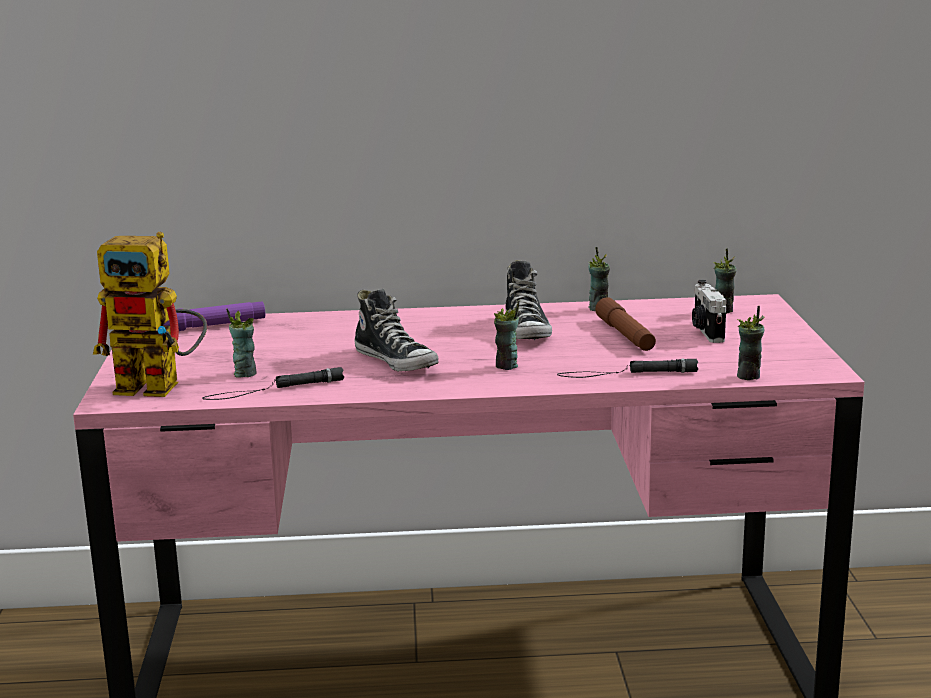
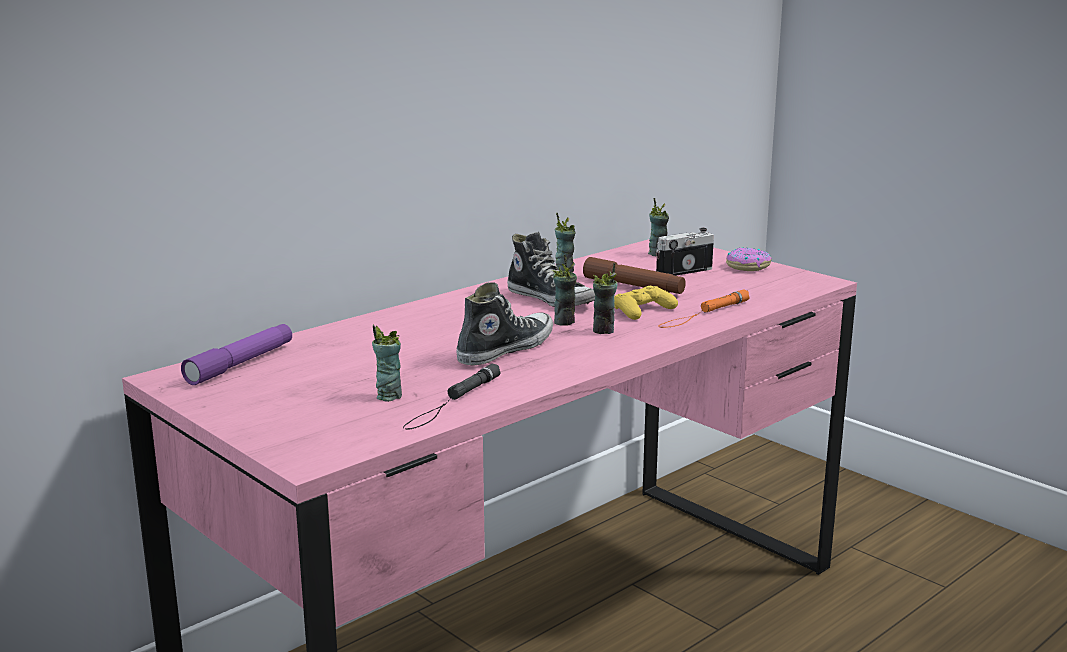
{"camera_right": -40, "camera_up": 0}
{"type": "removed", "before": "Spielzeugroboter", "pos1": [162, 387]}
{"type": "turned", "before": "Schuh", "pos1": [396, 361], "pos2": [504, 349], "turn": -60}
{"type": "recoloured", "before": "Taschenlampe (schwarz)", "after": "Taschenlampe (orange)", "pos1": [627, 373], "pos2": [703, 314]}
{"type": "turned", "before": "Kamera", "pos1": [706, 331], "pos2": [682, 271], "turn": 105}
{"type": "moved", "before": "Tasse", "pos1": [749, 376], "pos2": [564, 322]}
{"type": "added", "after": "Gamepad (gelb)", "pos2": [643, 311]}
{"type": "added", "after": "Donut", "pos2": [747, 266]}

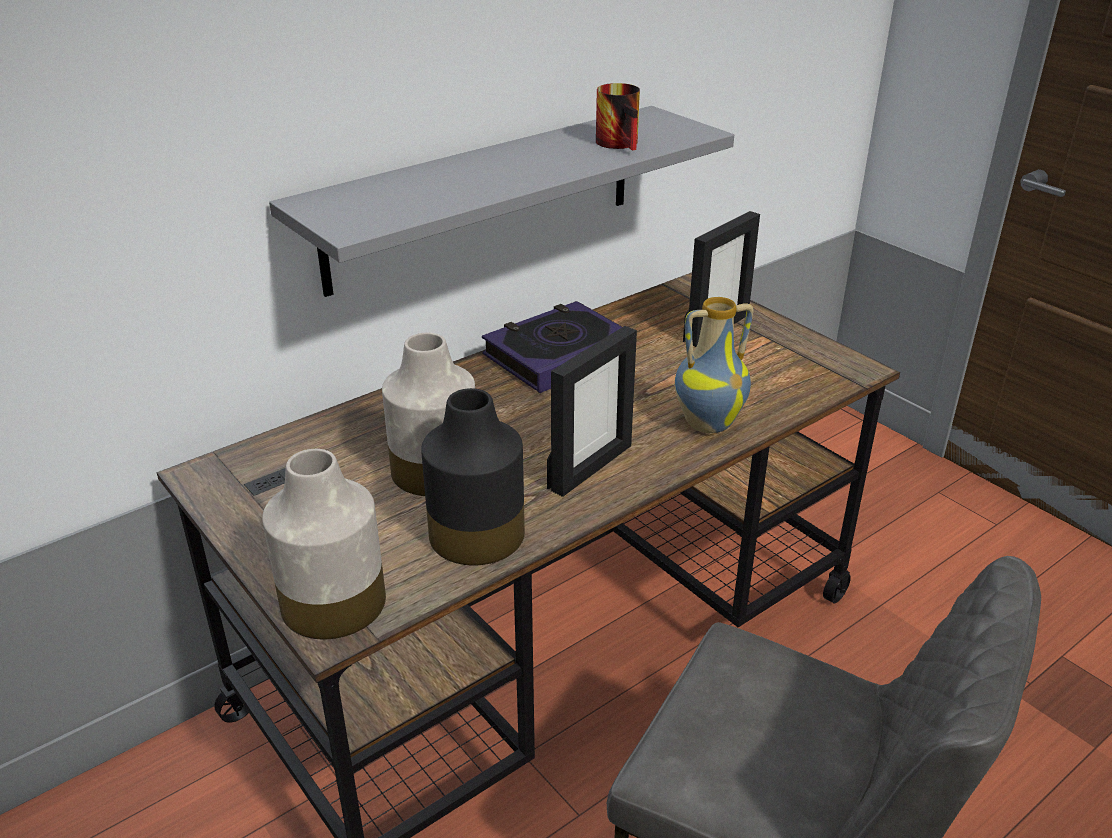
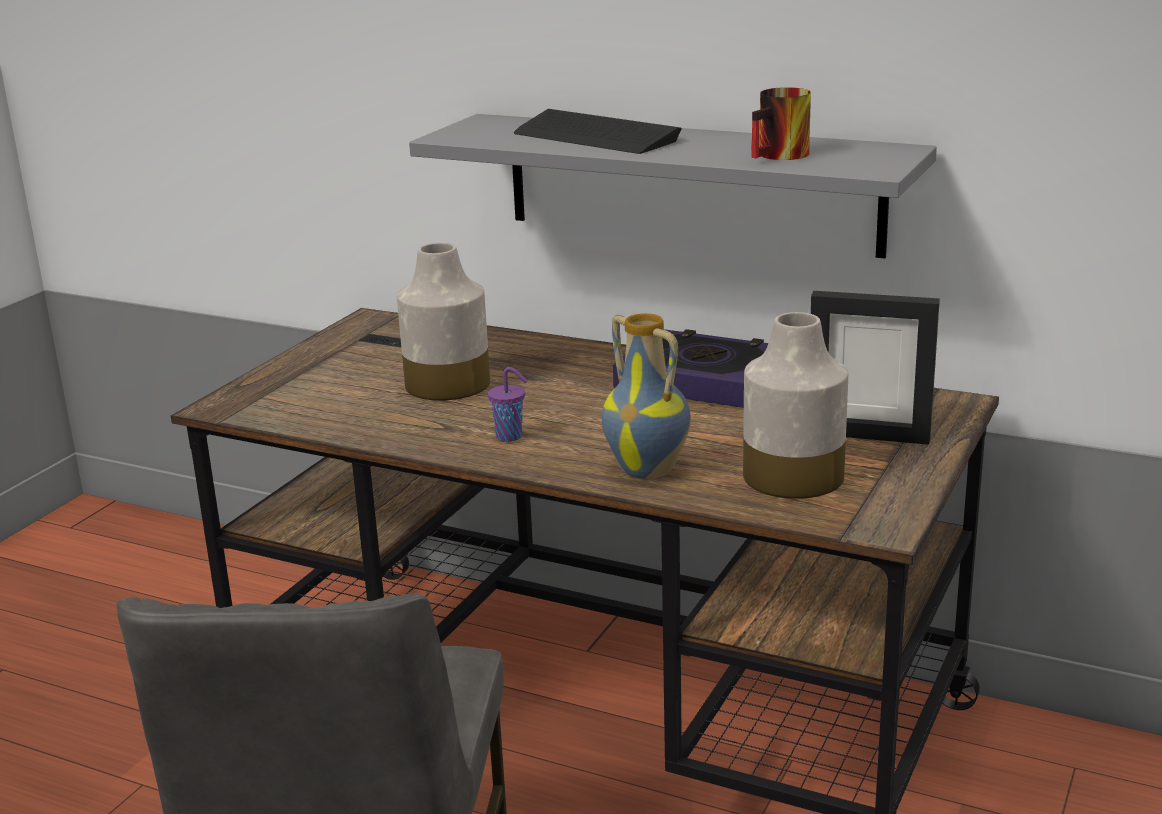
{"camera_right": 65, "camera_up": -10}
{"type": "moved", "before": "Vase (beige)", "pos1": [334, 602], "pos2": [793, 476]}
{"type": "removed", "before": "Vase (schwarz)", "pos1": [477, 534]}
{"type": "replaced", "before": "Bilderrahmen", "after": "Tasse (lila)", "pos1": [590, 466], "pos2": [511, 437]}
{"type": "added", "after": "Tastatur", "pos2": [595, 136]}

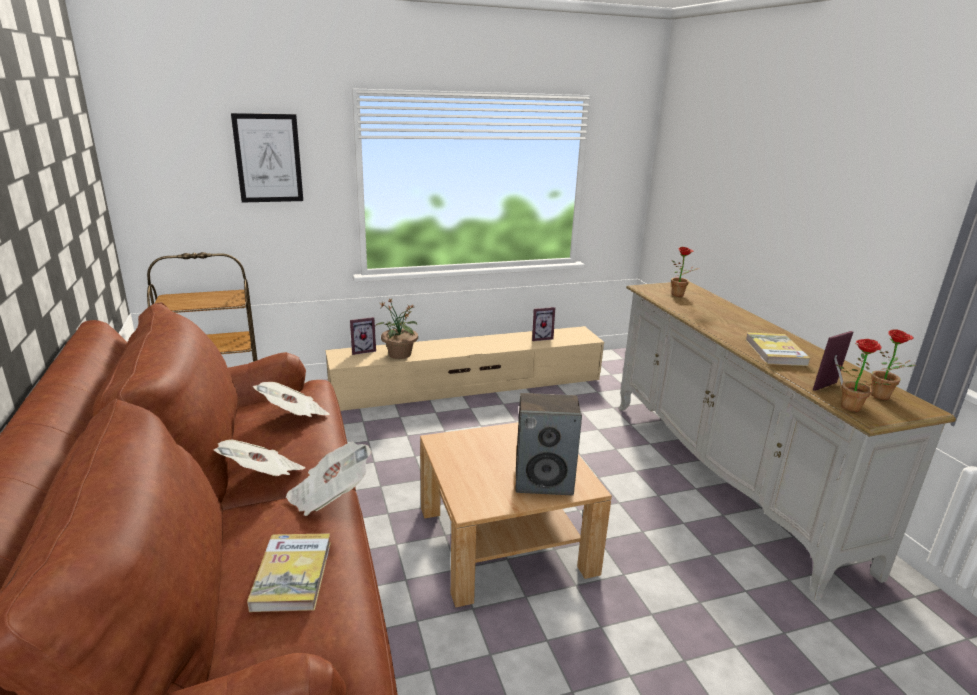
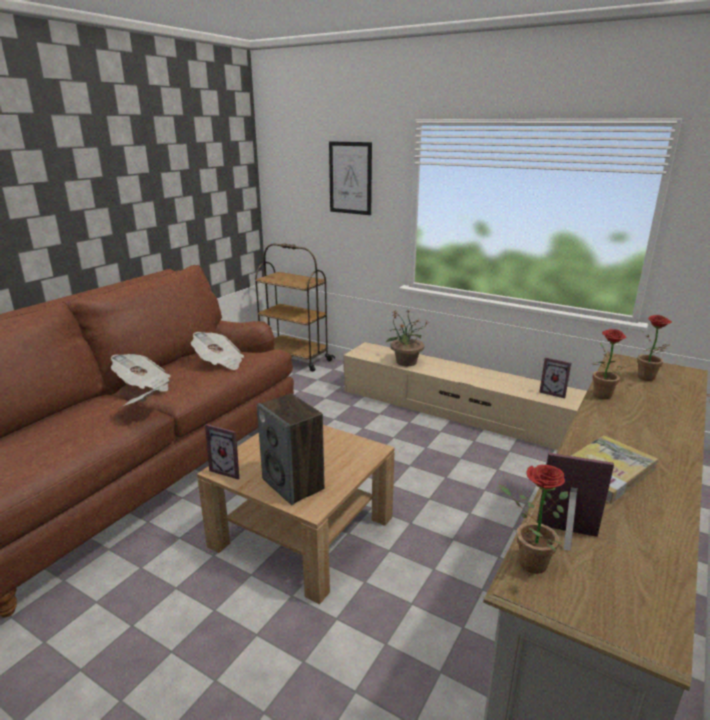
{"camera_right": 50, "camera_up": 0}
{"type": "removed", "before": "Buch", "pos1": [292, 575]}
{"type": "moved", "before": "Bilderrahmen", "pos1": [362, 350], "pos2": [229, 470]}
{"type": "moved", "before": "Topfpflanze", "pos1": [883, 397], "pos2": [602, 397]}

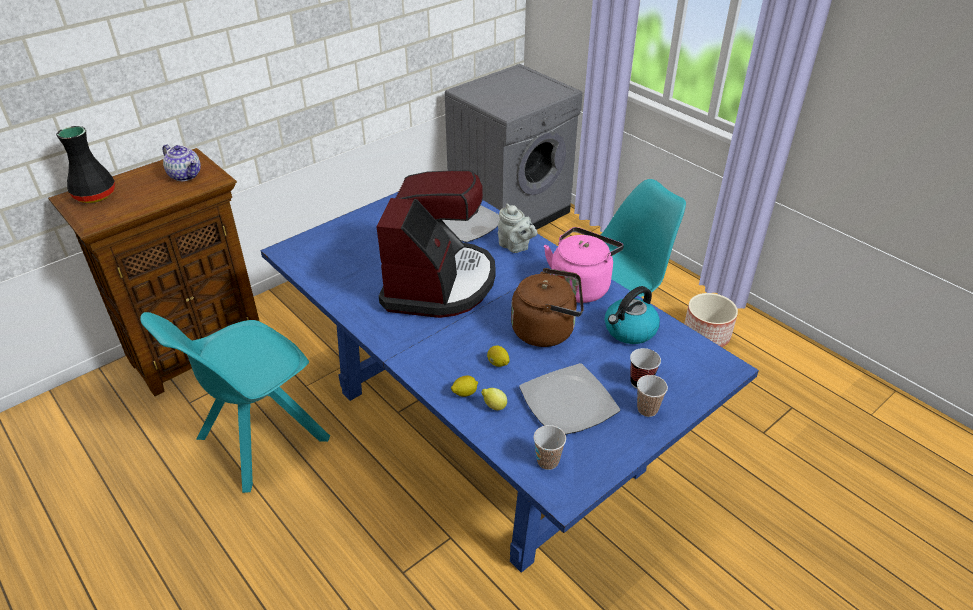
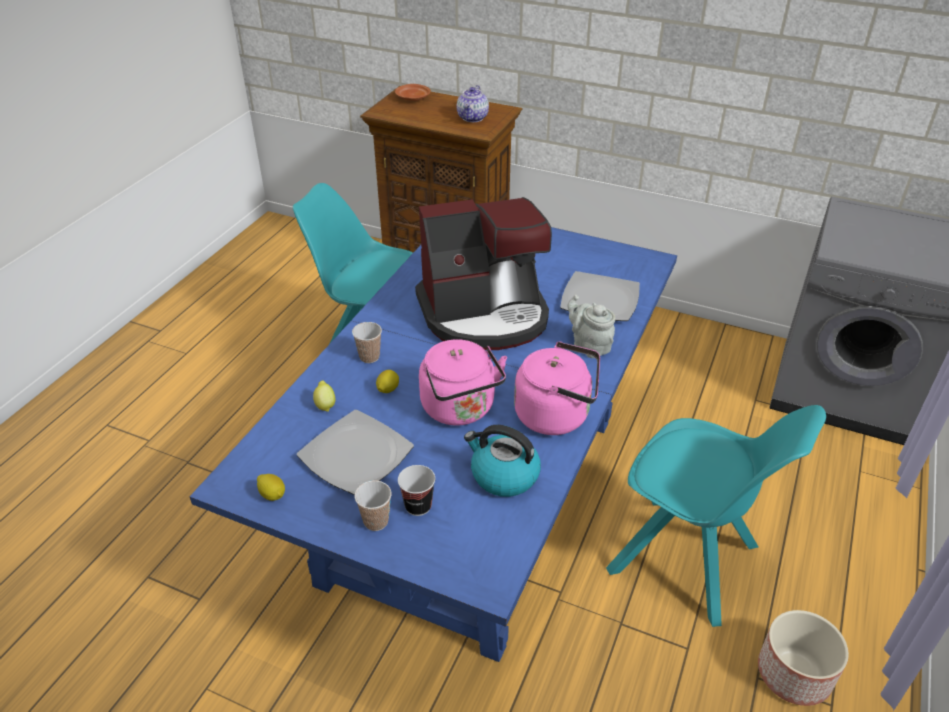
{"camera_right": 65, "camera_up": 0}
{"type": "replaced", "before": "Vase (schwarz)", "after": "Teller (braun)", "pos1": [96, 196], "pos2": [413, 98]}
{"type": "moved", "before": "Zitrone", "pos1": [464, 393], "pos2": [272, 494]}
{"type": "turned", "before": "Teekanne (grau)", "pos1": [515, 247], "pos2": [589, 346], "turn": 120}
{"type": "recoloured", "before": "Wasserkessel (braun)", "after": "Wasserkessel (rosa)", "pos1": [547, 330], "pos2": [460, 409]}
{"type": "moved", "before": "Tasse", "pos1": [547, 461], "pos2": [369, 357]}

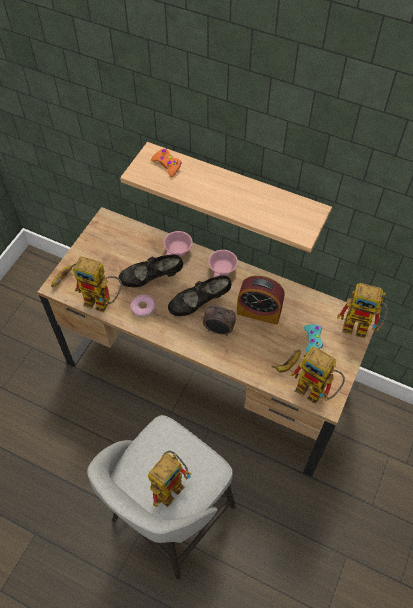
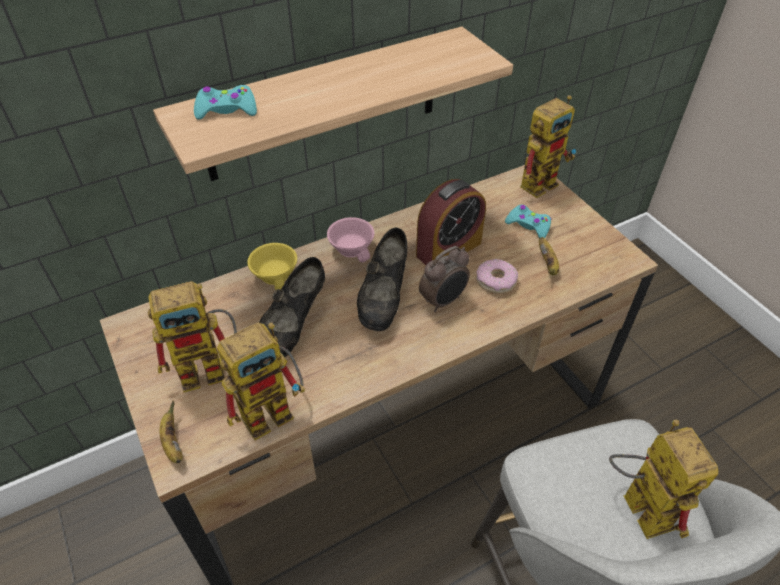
{"camera_right": -55, "camera_up": -10}
{"type": "moved", "before": "Donut", "pos1": [143, 308], "pos2": [496, 281]}
{"type": "recoloured", "before": "Gamepad (orange)", "after": "Gamepad (türkis)", "pos1": [167, 165], "pos2": [226, 110]}
{"type": "recoloured", "before": "Tasse (rosa)", "after": "Tasse (gelb)", "pos1": [178, 251], "pos2": [277, 275]}
{"type": "moved", "before": "Spielzeugroboter", "pos1": [316, 392], "pos2": [212, 368]}

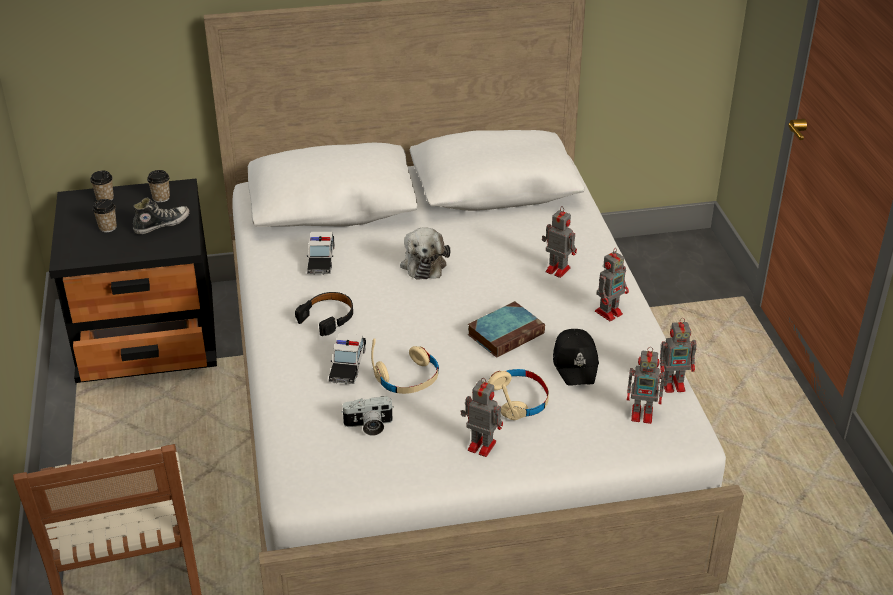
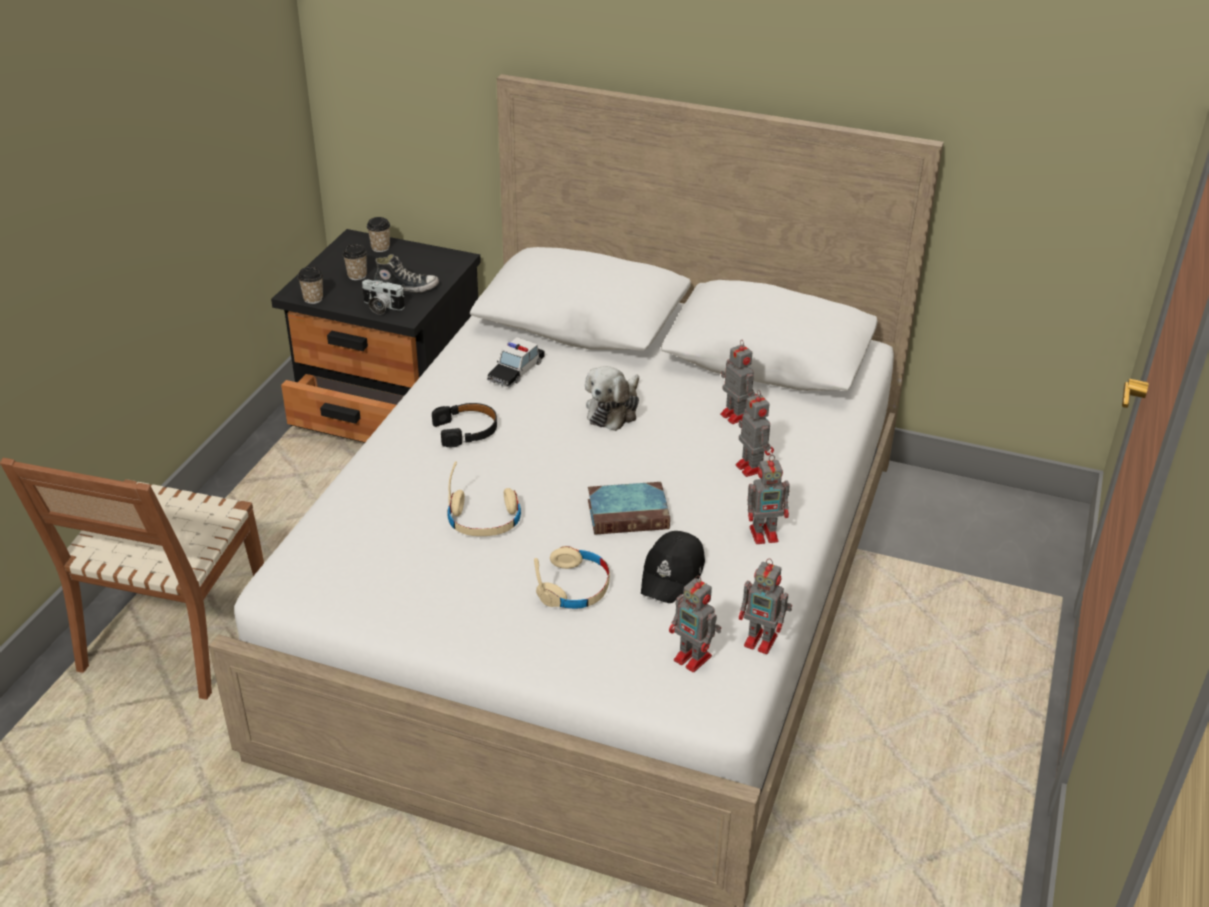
{"camera_right": 30, "camera_up": 0}
{"type": "moved", "before": "Tasse", "pos1": [161, 198], "pos2": [313, 299]}
{"type": "removed", "before": "Spielzeugauto", "pos1": [348, 365]}
{"type": "moved", "before": "Kamera", "pos1": [368, 426], "pos2": [381, 307]}
{"type": "moved", "before": "Spielzeugroboter", "pos1": [480, 445], "pos2": [734, 414]}

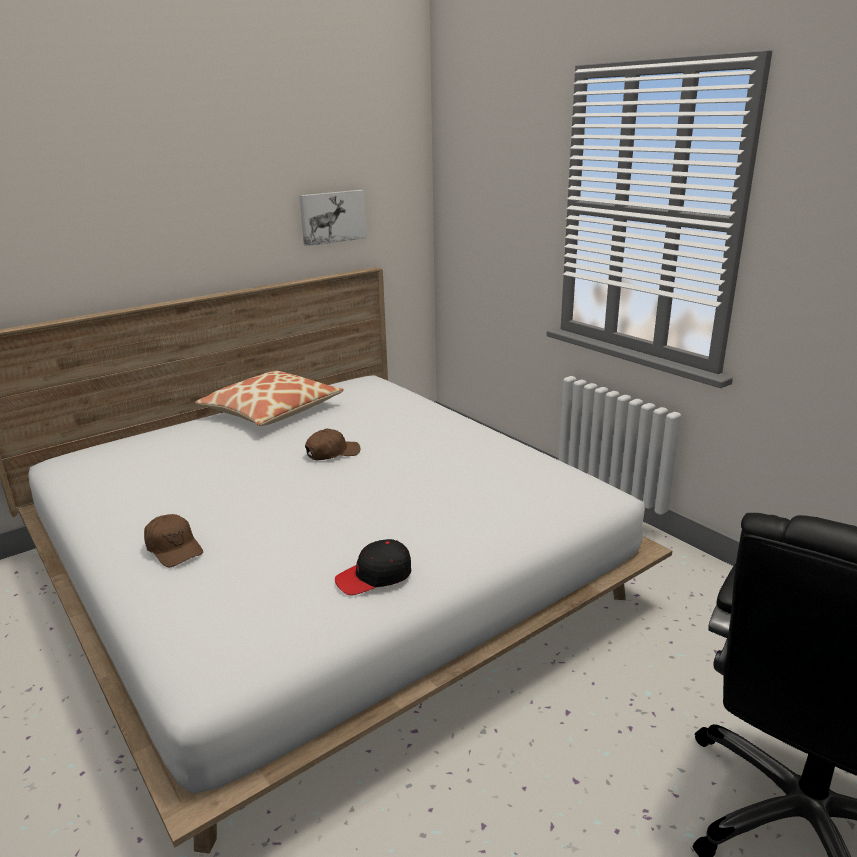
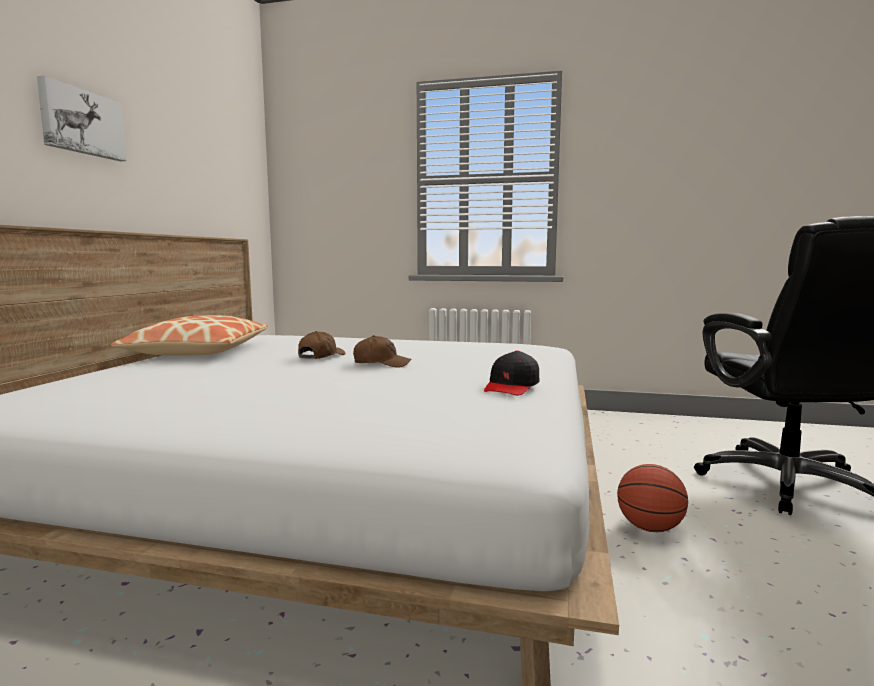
{"camera_right": -40, "camera_up": -15}
{"type": "moved", "before": "Kappe (braun)", "pos1": [174, 548], "pos2": [381, 363]}
{"type": "moved", "before": "Bild", "pos1": [332, 217], "pos2": [82, 122]}
{"type": "added", "after": "Basketball", "pos2": [650, 528]}

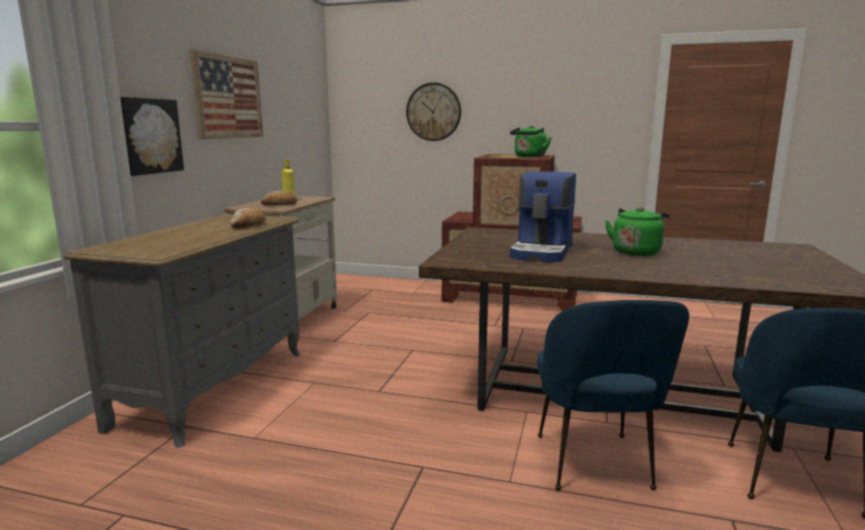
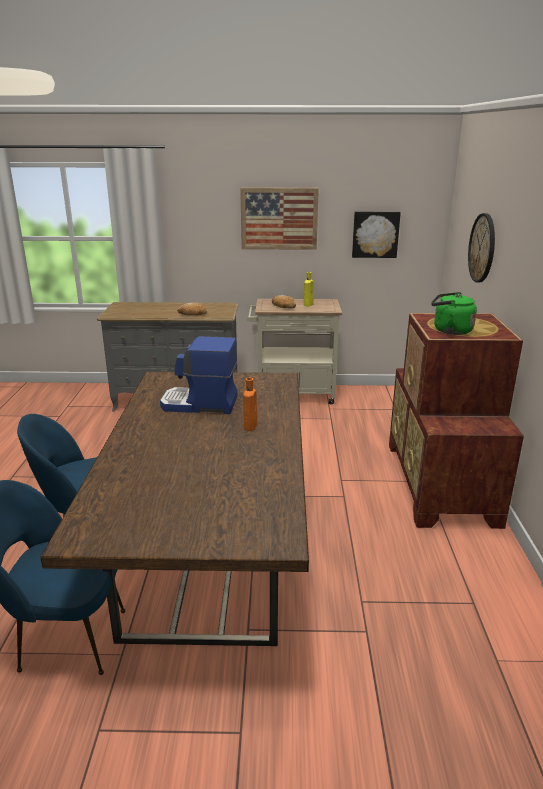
{"camera_right": 75, "camera_up": 10}
{"type": "moved", "before": "Bild", "pos1": [149, 136], "pos2": [375, 234]}
{"type": "removed", "before": "Wasserkessel (grün)", "pos1": [636, 252]}
{"type": "added", "after": "Flasche (orange)", "pos2": [250, 426]}

